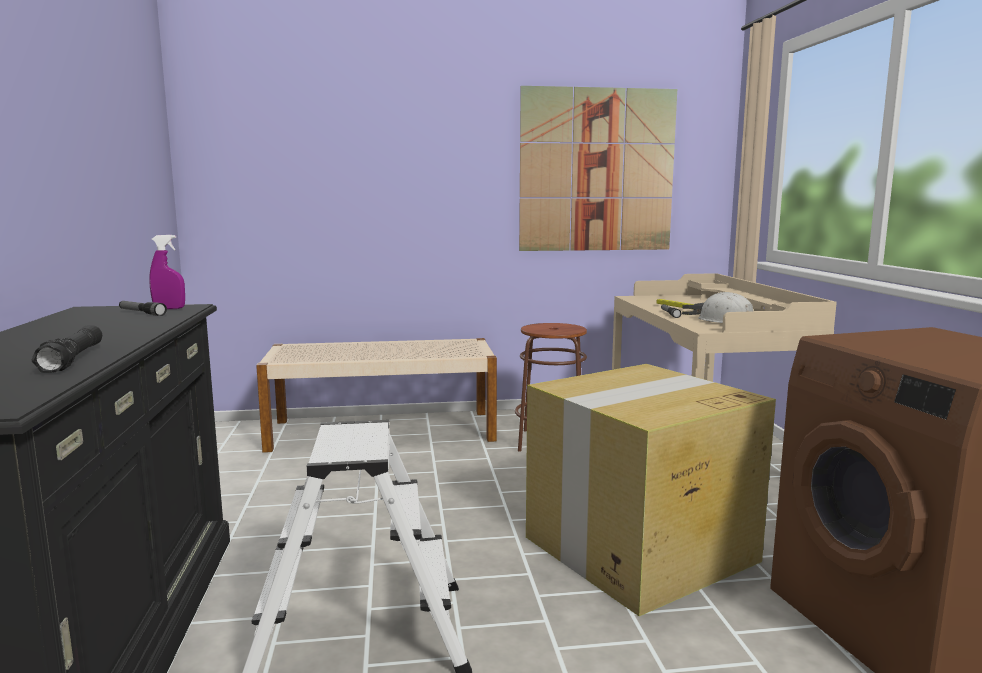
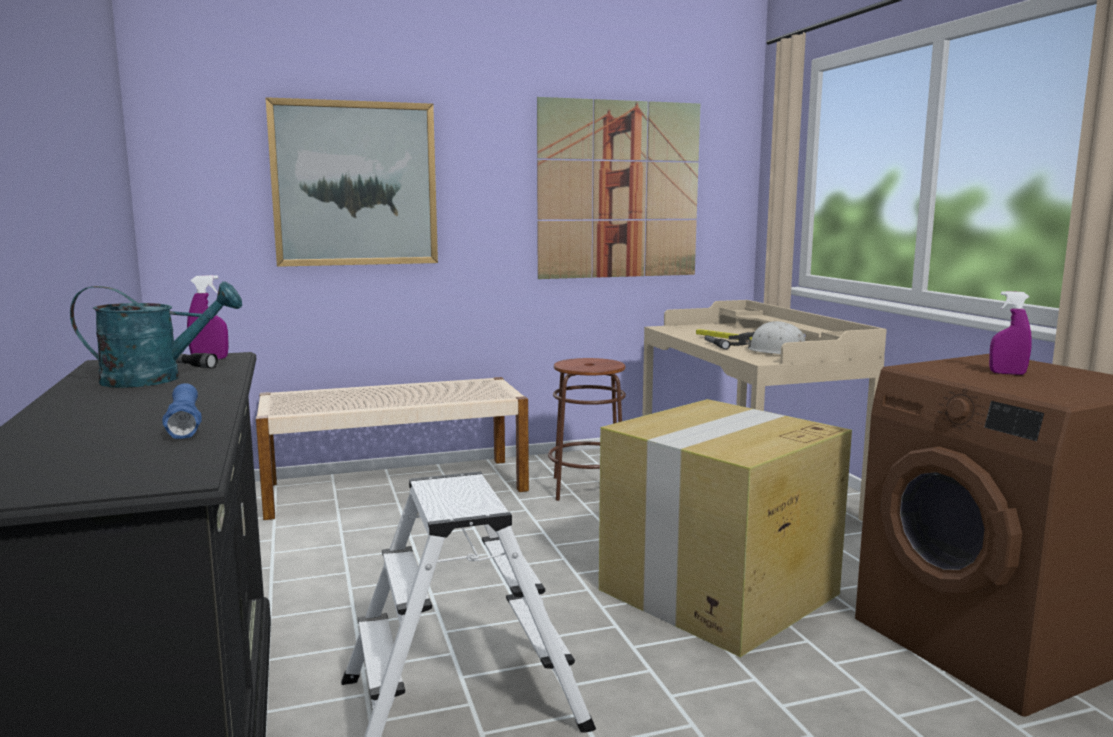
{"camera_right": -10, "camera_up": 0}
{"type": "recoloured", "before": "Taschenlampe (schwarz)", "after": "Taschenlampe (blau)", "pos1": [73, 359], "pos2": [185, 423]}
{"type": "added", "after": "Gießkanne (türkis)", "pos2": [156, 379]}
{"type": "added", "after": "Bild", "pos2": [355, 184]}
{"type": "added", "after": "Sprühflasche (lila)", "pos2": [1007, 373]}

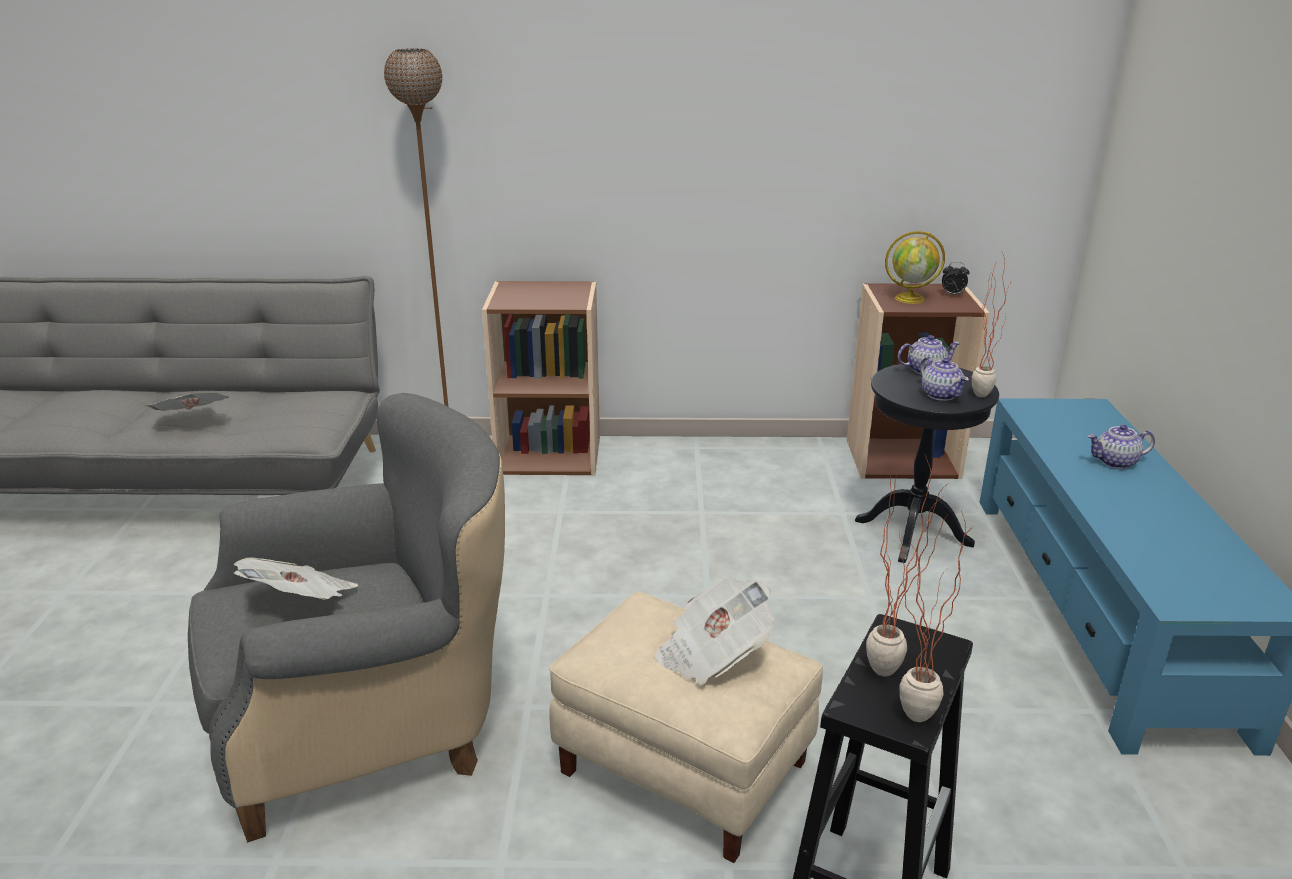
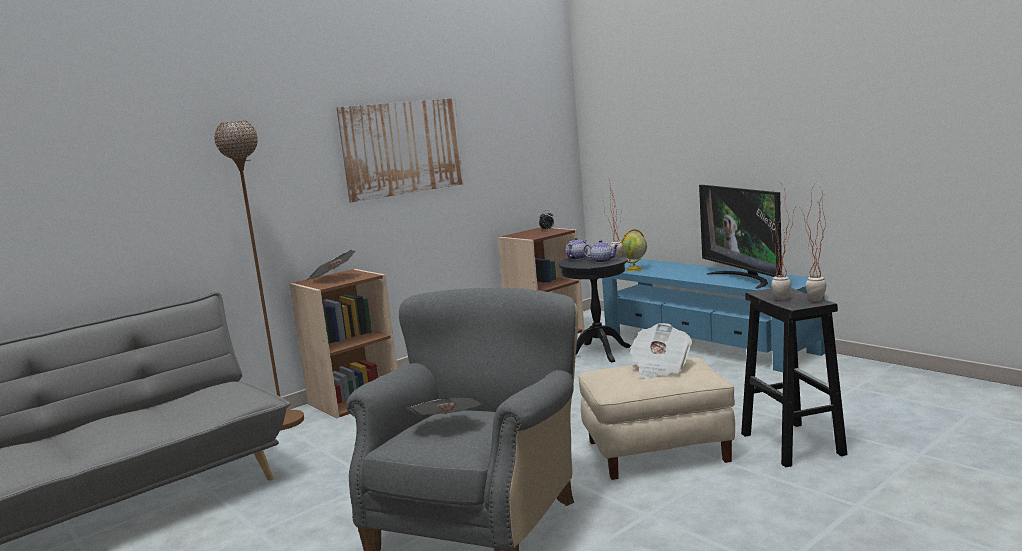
{"camera_right": -40, "camera_up": -15}
{"type": "moved", "before": "Zeitung", "pos1": [193, 421], "pos2": [332, 279]}
{"type": "moved", "before": "Globus", "pos1": [910, 298], "pos2": [634, 269]}
{"type": "removed", "before": "Teekanne", "pos1": [1115, 462]}
{"type": "added", "after": "Bild", "pos2": [402, 148]}
{"type": "added", "after": "Fernseher", "pos2": [744, 278]}

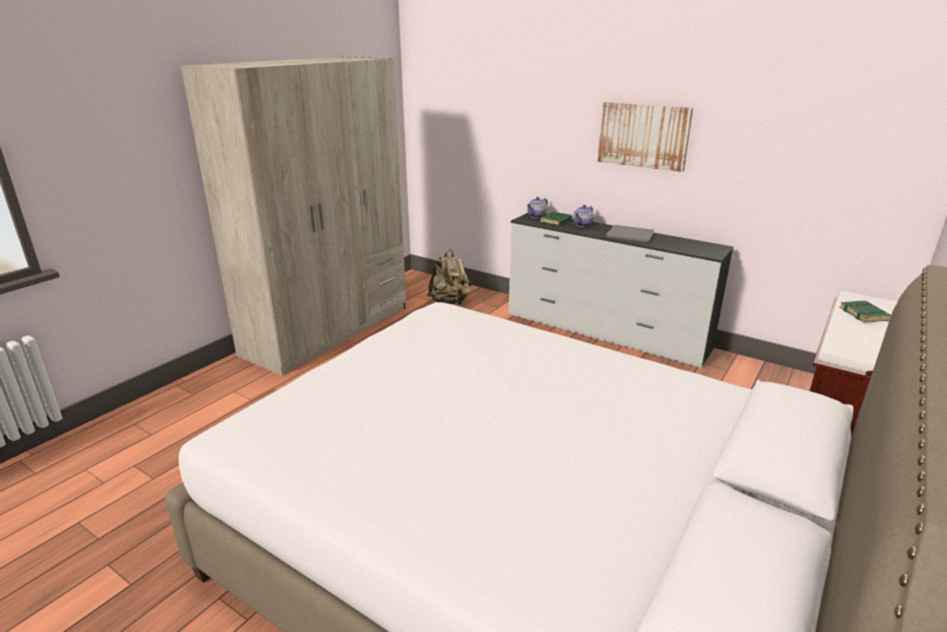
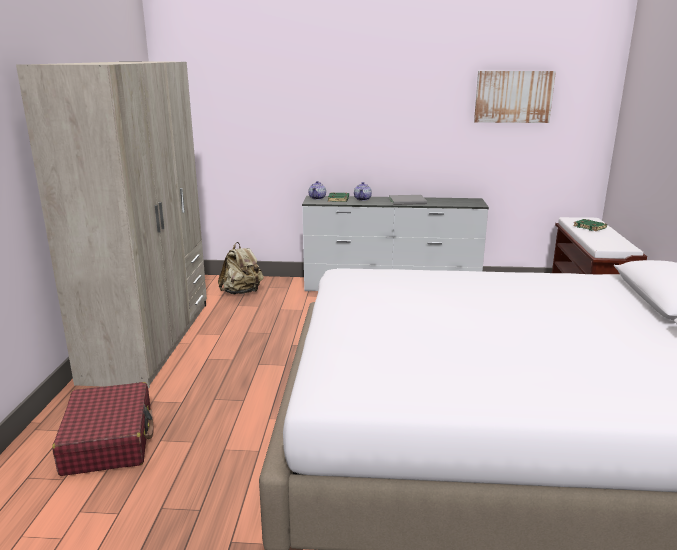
{"camera_right": -30, "camera_up": -5}
{"type": "moved", "before": "Bild", "pos1": [643, 136], "pos2": [513, 96]}
{"type": "added", "after": "Koffer (rot)", "pos2": [109, 440]}

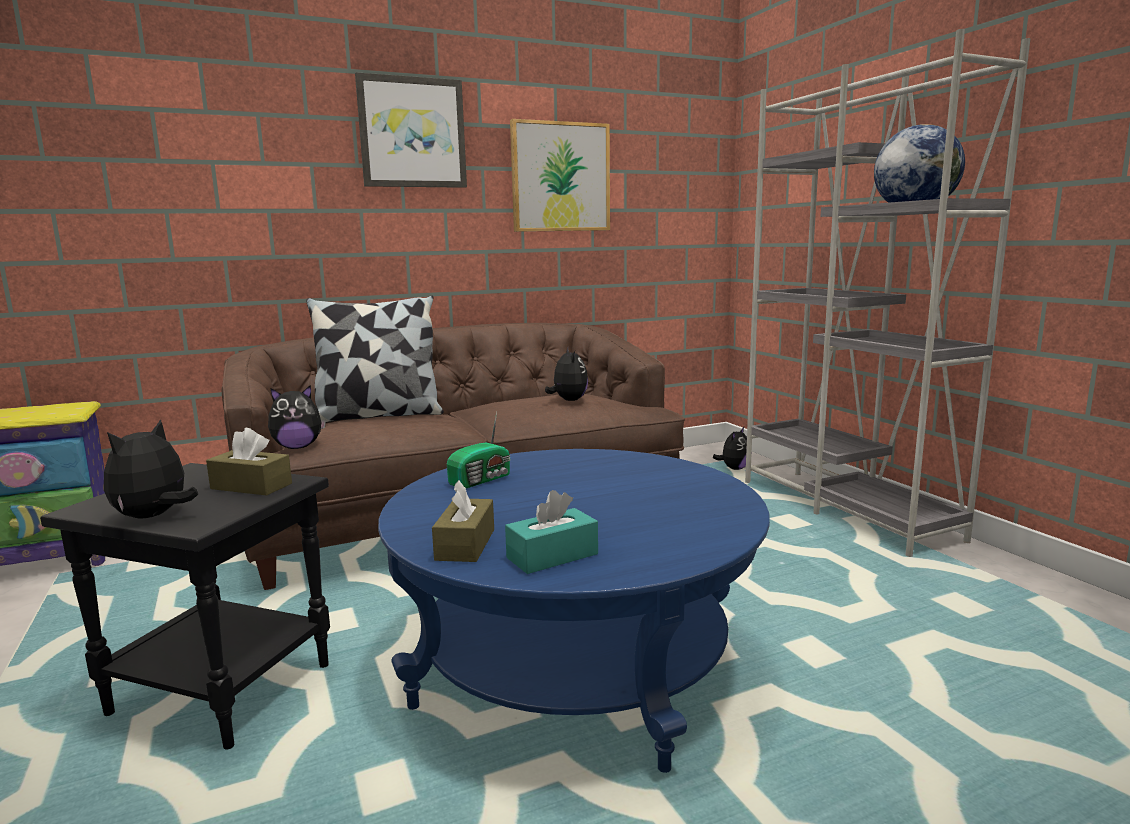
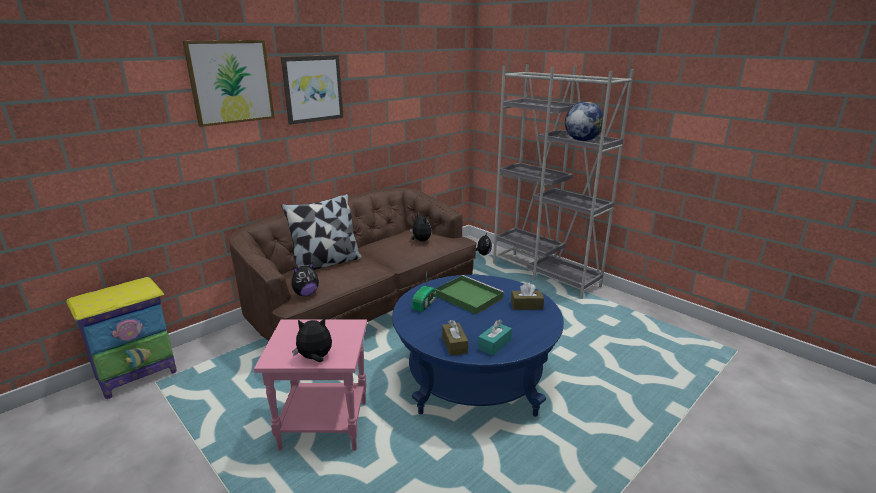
{"camera_right": -20, "camera_up": 10}
{"type": "recoloured", "before": "Beistelltisch (schwarz)", "after": "Beistelltisch (rosa)", "pos1": [218, 692], "pos2": [323, 426]}
{"type": "turned", "before": "Plüschtier", "pos1": [154, 516], "pos2": [315, 358], "turn": 75}
{"type": "moved", "before": "Taschentuchbox (braun)", "pos1": [251, 486], "pos2": [526, 305]}
{"type": "moved", "before": "Bild", "pos1": [560, 177], "pos2": [231, 82]}
{"type": "added", "after": "Tablett (grün)", "pos2": [467, 296]}

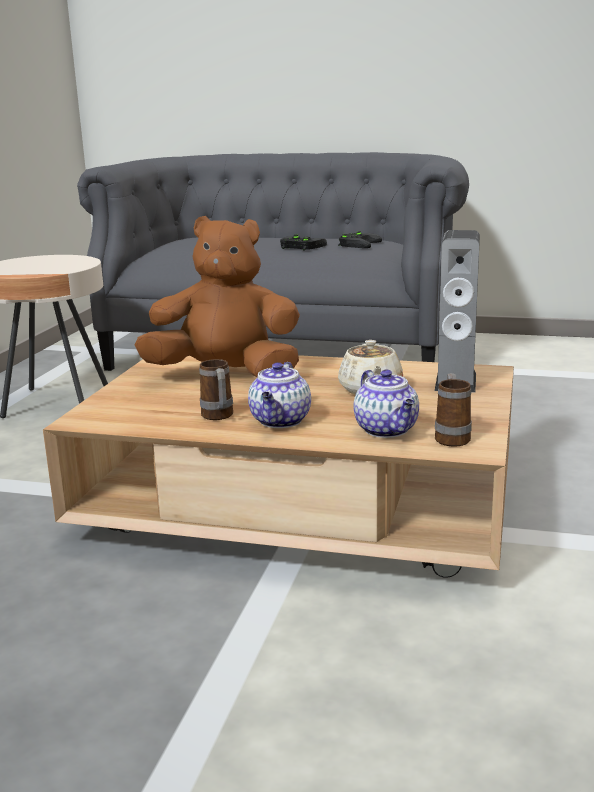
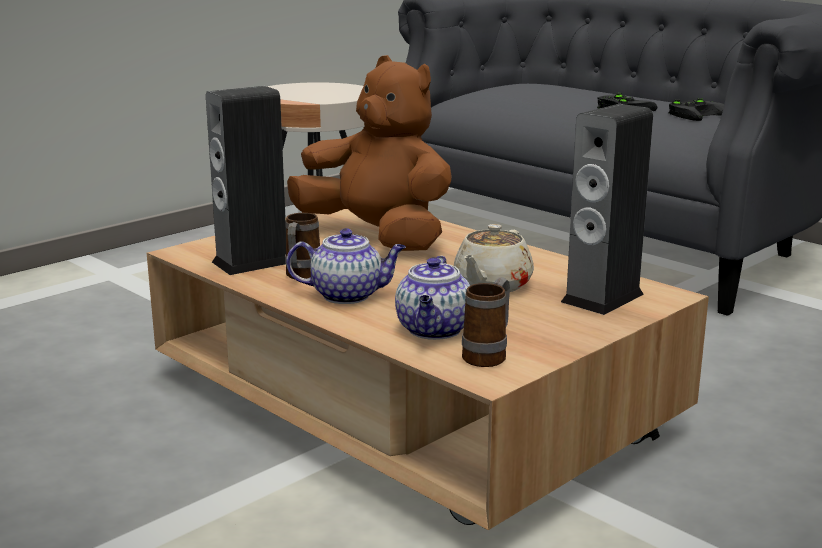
{"camera_right": 30, "camera_up": 0}
{"type": "turned", "before": "Teekanne", "pos1": [280, 421], "pos2": [348, 295], "turn": -135}
{"type": "added", "after": "Lautsprecher", "pos2": [252, 262]}

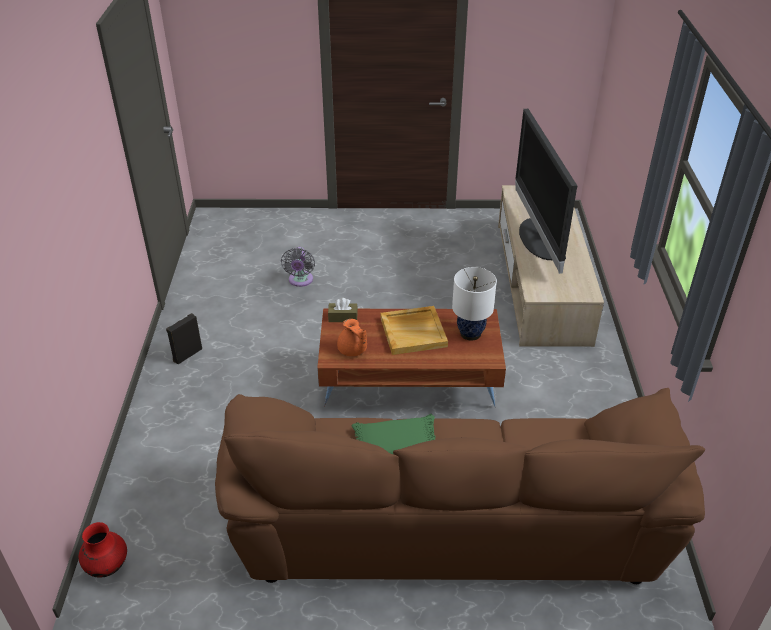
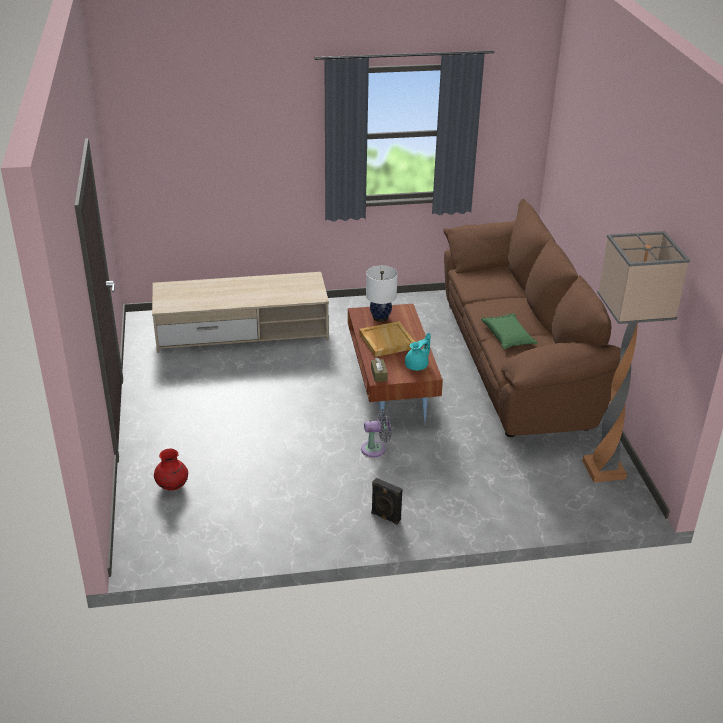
{"camera_right": -100, "camera_up": -5}
{"type": "moved", "before": "Vase (rot)", "pos1": [107, 566], "pos2": [172, 486]}
{"type": "moved", "before": "Ventilator (grau)", "pos1": [300, 281], "pos2": [376, 449]}
{"type": "recoloured", "before": "Teekanne (orange)", "after": "Teekanne (türkis)", "pos1": [353, 350], "pos2": [417, 365]}
{"type": "removed", "before": "Fernseher", "pos1": [538, 239]}
{"type": "added", "after": "Stehlampe", "pos2": [605, 470]}

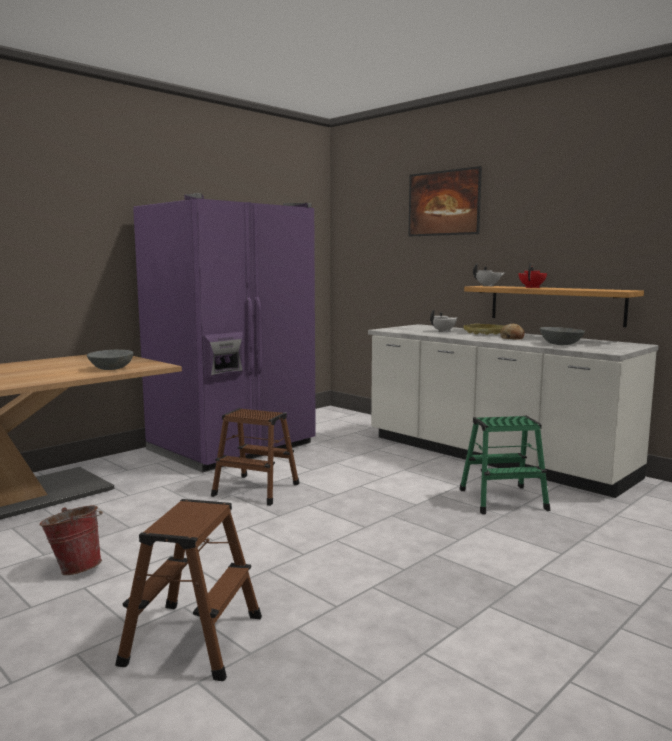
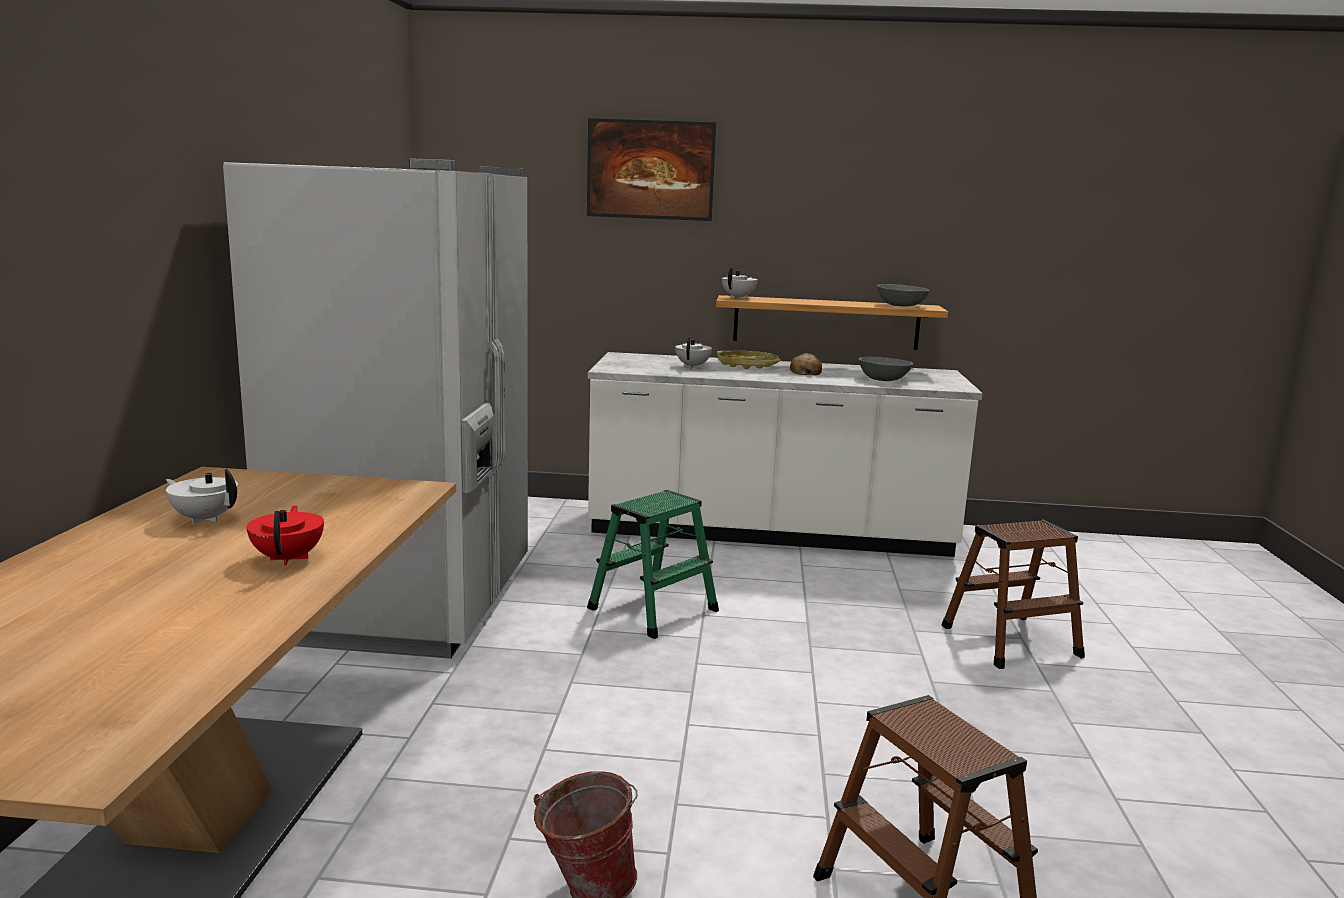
{"camera_right": -40, "camera_up": 5}
{"type": "moved", "before": "Schüssel (grau)", "pos1": [111, 369], "pos2": [900, 305]}
{"type": "recoloured", "before": "Kühlschrank (lila)", "after": "Kühlschrank (weiß)", "pos1": [233, 447], "pos2": [410, 599]}
{"type": "moved", "before": "Trittleiter (braun)", "pos1": [256, 489], "pos2": [1010, 641]}
{"type": "moved", "before": "Trittleiter (grün)", "pos1": [503, 499], "pos2": [653, 609]}
{"type": "moved", "before": "Teekanne (rot)", "pos1": [532, 287], "pos2": [289, 558]}
{"type": "added", "after": "Teekanne (weiß)", "pos2": [205, 518]}

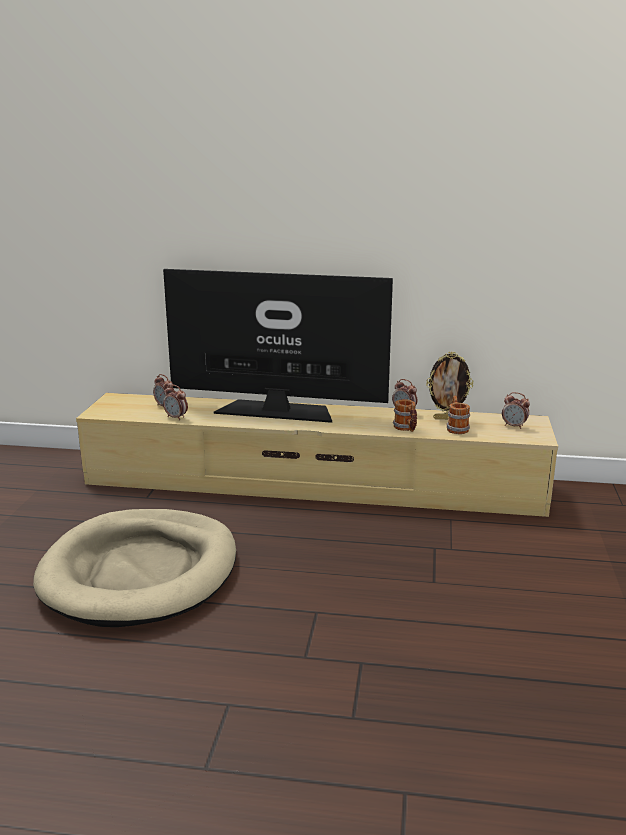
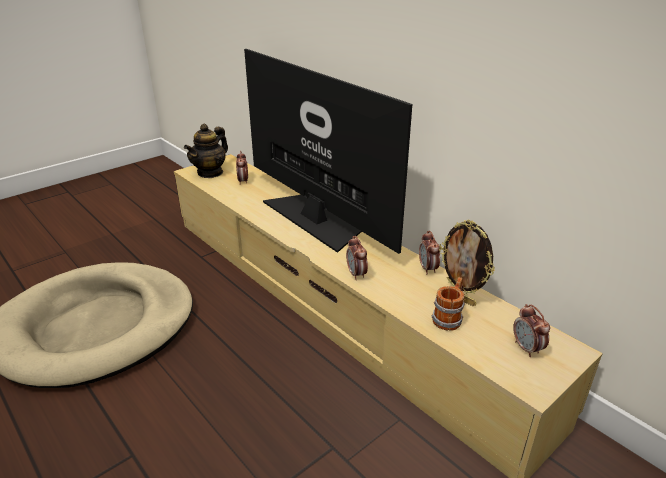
{"camera_right": 40, "camera_up": 10}
{"type": "moved", "before": "Wecker", "pos1": [176, 417], "pos2": [356, 274]}
{"type": "removed", "before": "Henkelbecher", "pos1": [406, 428]}
{"type": "added", "after": "Teekanne", "pos2": [210, 172]}

